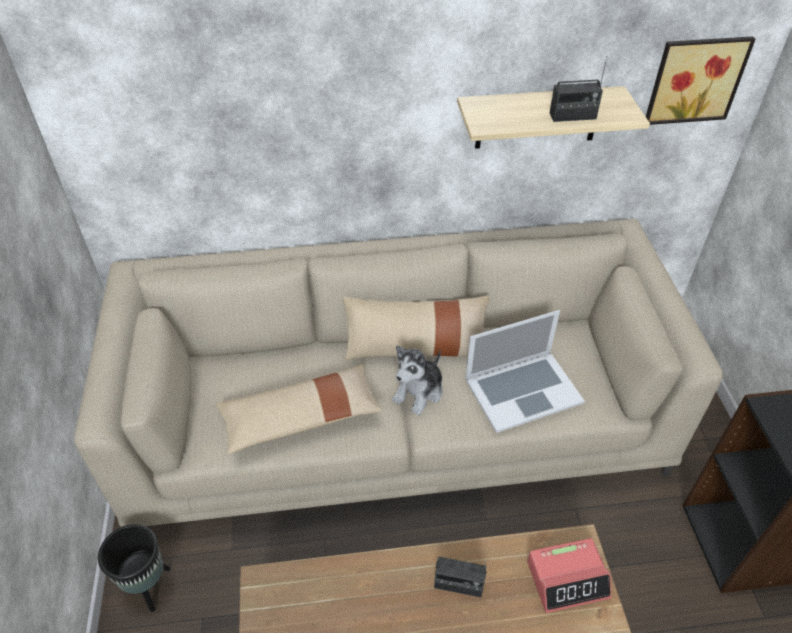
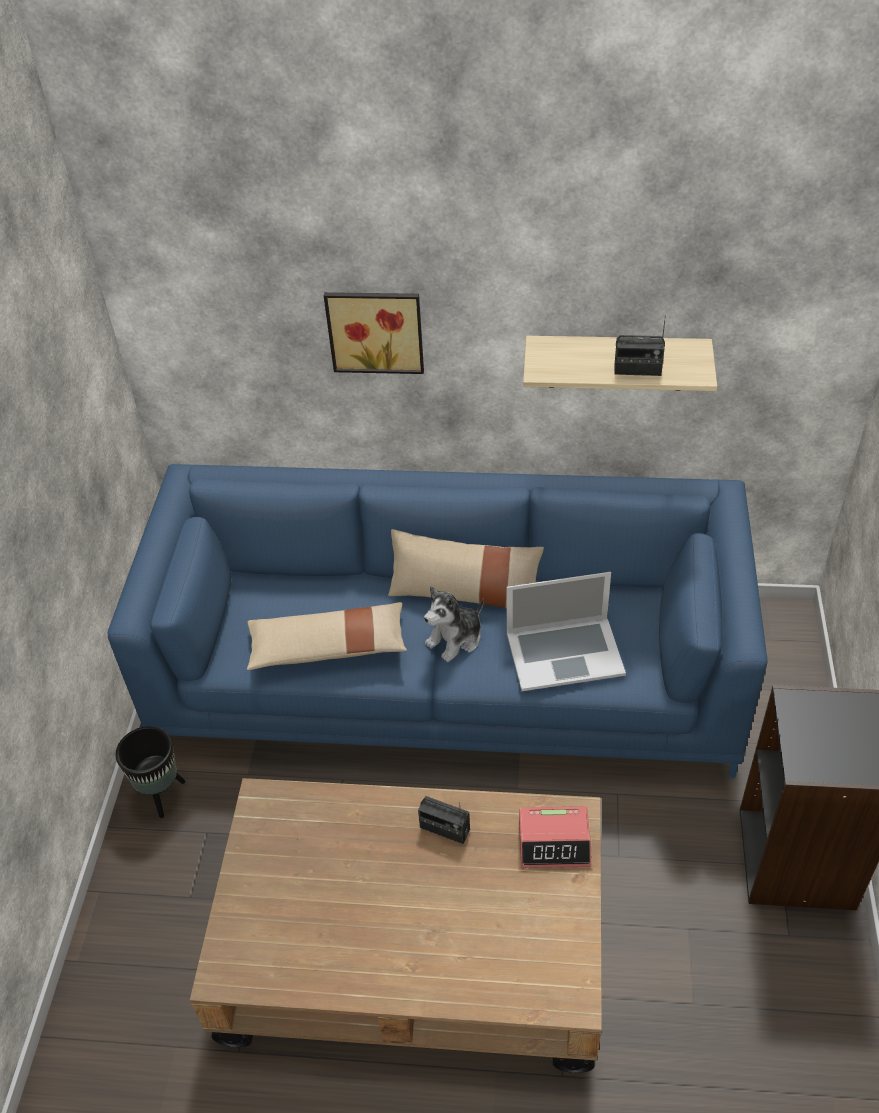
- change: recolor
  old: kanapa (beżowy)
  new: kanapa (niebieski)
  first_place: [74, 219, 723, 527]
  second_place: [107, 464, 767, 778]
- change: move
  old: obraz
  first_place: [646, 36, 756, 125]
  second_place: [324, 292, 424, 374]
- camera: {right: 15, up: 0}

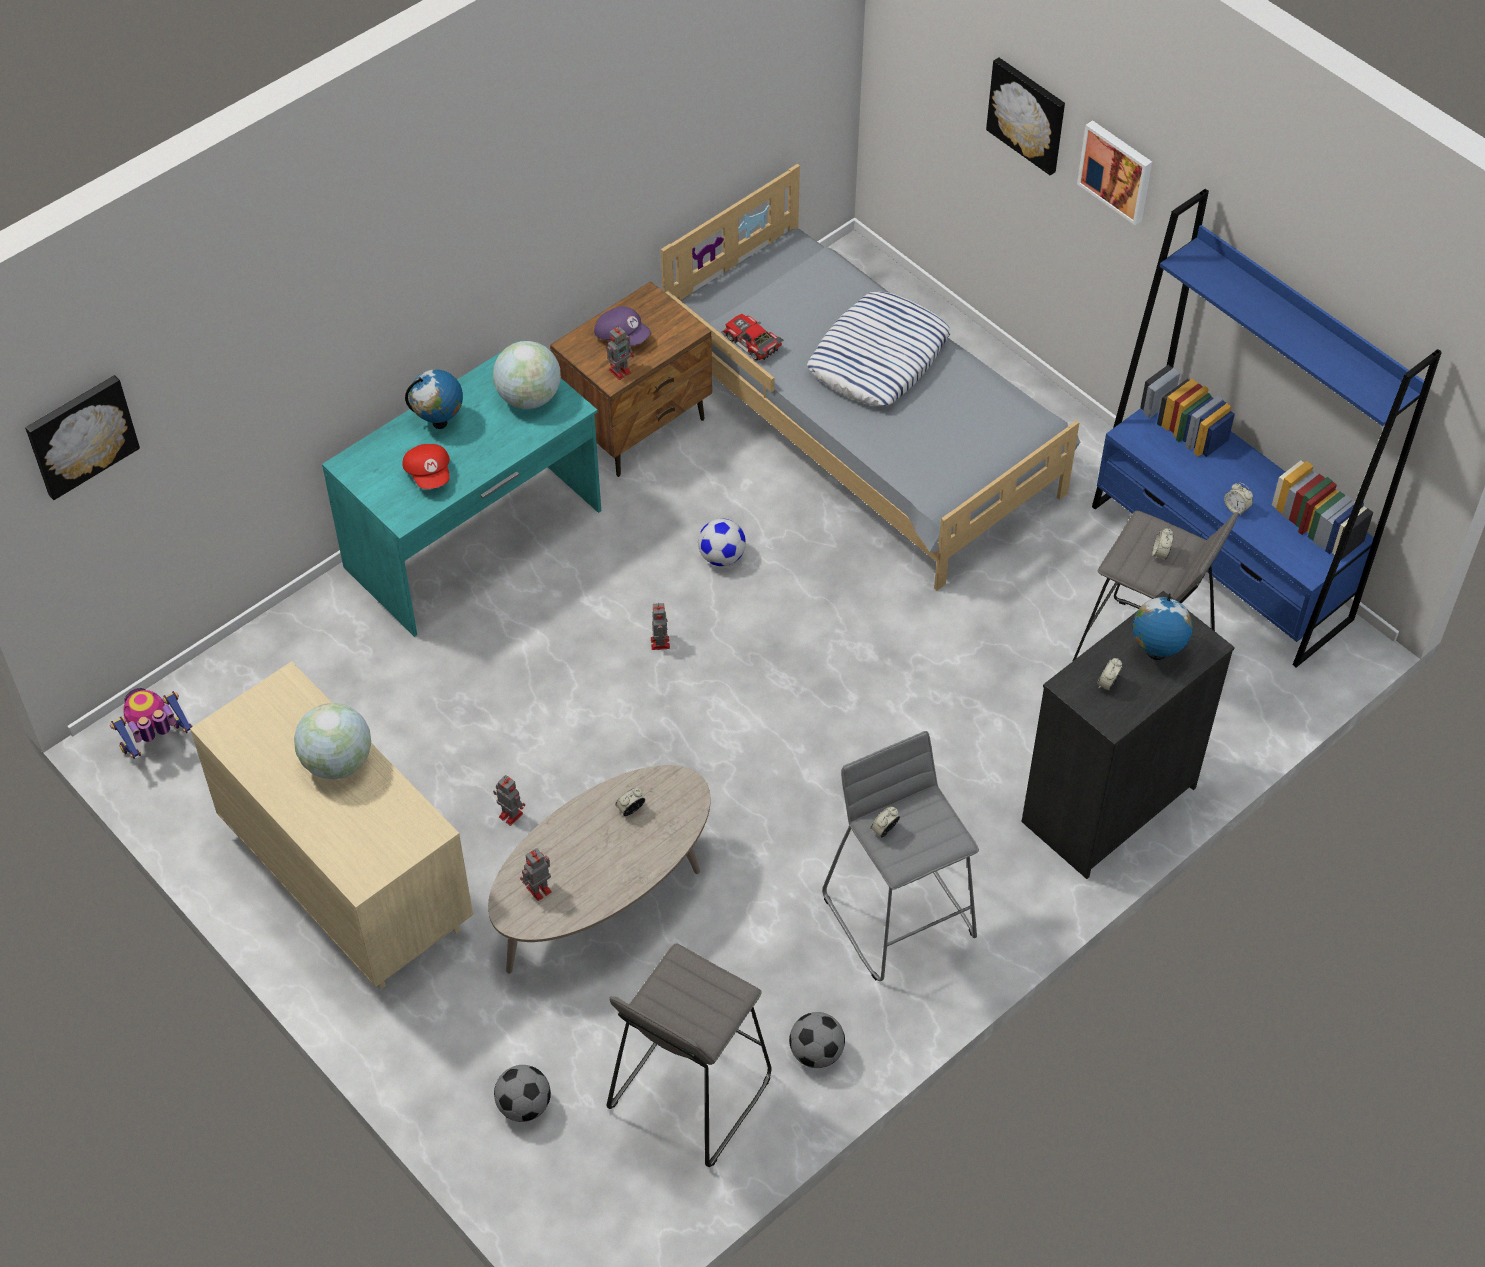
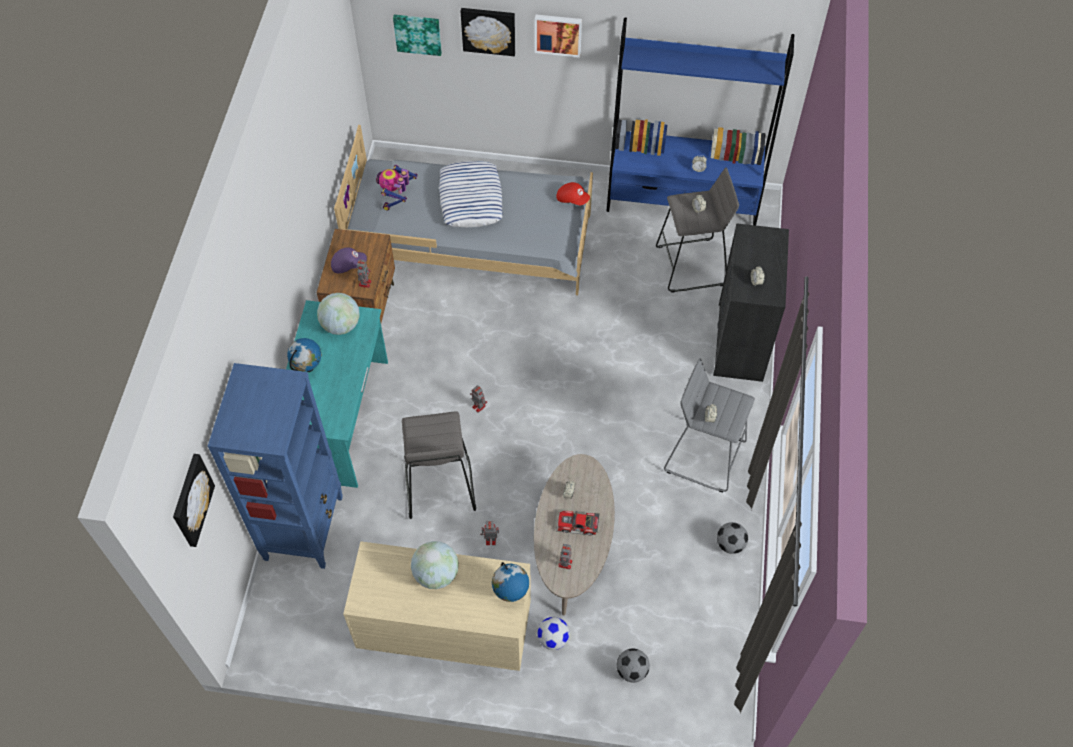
- change: move
  old: robot zabawkowy
  first_place: [110, 688, 193, 759]
  second_place: [376, 165, 418, 211]
- change: move
  old: czapka z daszkiem (czerwony)
  first_place: [402, 444, 450, 489]
  second_place: [556, 182, 590, 205]
- change: move
  old: stołek (szary)
  first_place: [607, 943, 772, 1167]
  second_place: [402, 411, 476, 519]
- change: move
  old: piłka futbolowa
  first_place: [698, 519, 746, 566]
  second_place: [537, 617, 570, 650]
- change: move
  old: samochodzik
  first_place: [721, 314, 783, 360]
  second_place: [556, 511, 599, 535]
- change: move
  old: globus
  first_place: [1133, 593, 1193, 660]
  second_place: [492, 562, 529, 602]
- change: insert
  new: regał (niebieski)
  second_place: [208, 363, 343, 569]
- change: insert
  new: obraz
  second_place: [393, 15, 442, 56]
- camera: {right: -40, up: 5}

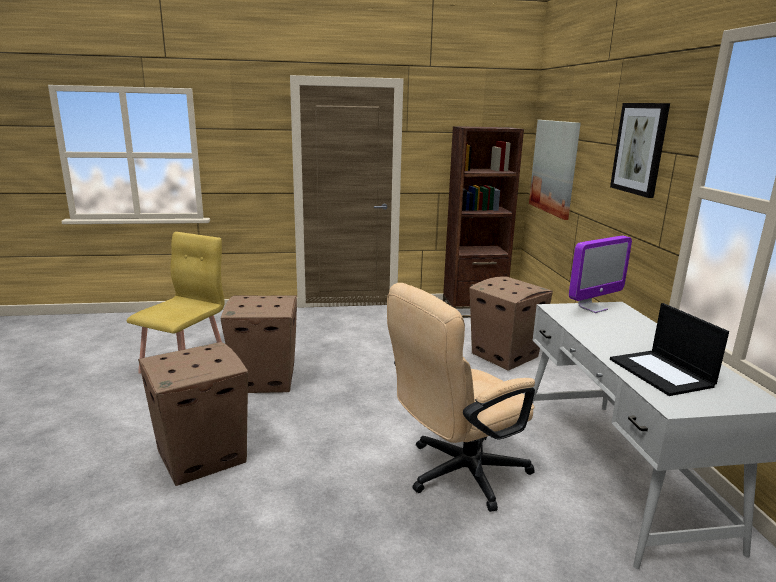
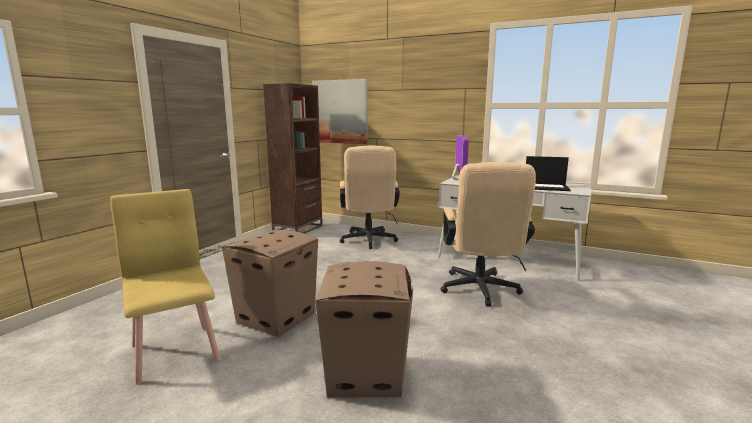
- change: replace
  old: karton
  new: krzesło biurowe (beżowy)
  first_place: [469, 276, 553, 370]
  second_place: [340, 146, 400, 249]
- change: delete
  old: obraz
  first_place: [610, 103, 670, 198]
- camera: {right: -55, up: -5}

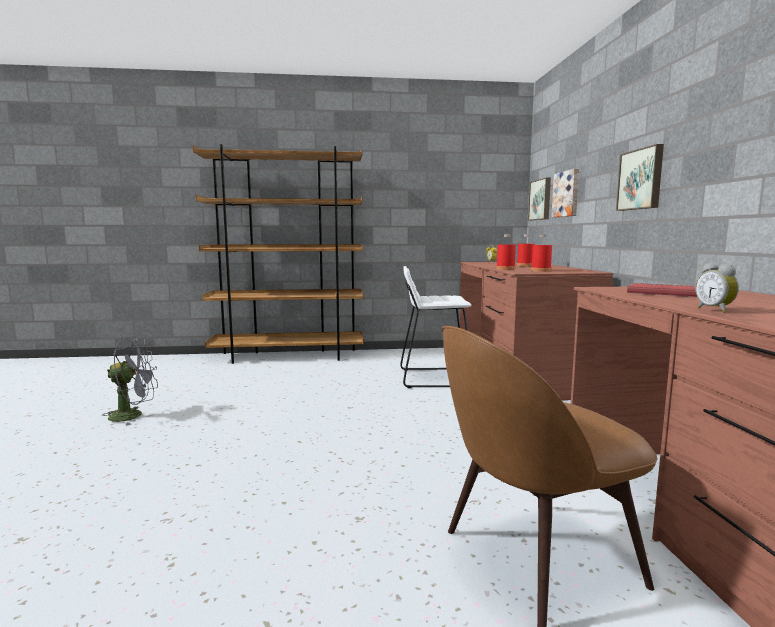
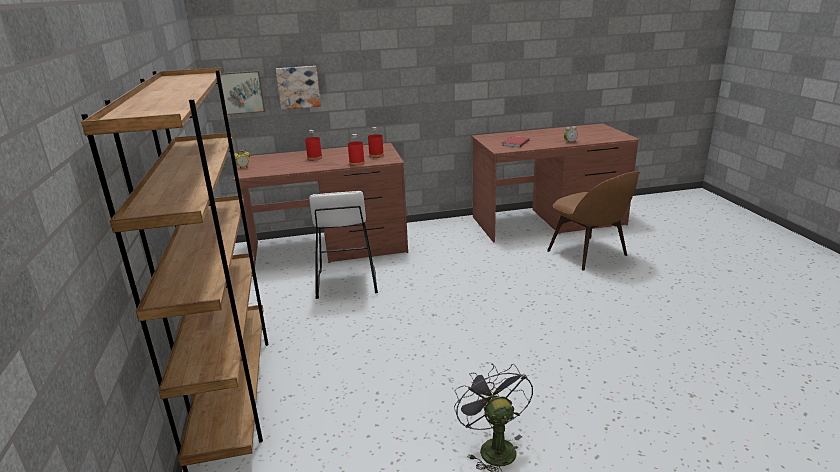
- change: delete
  old: obraz
  first_place: [616, 144, 664, 211]
- camera: {right: -95, up: 15}

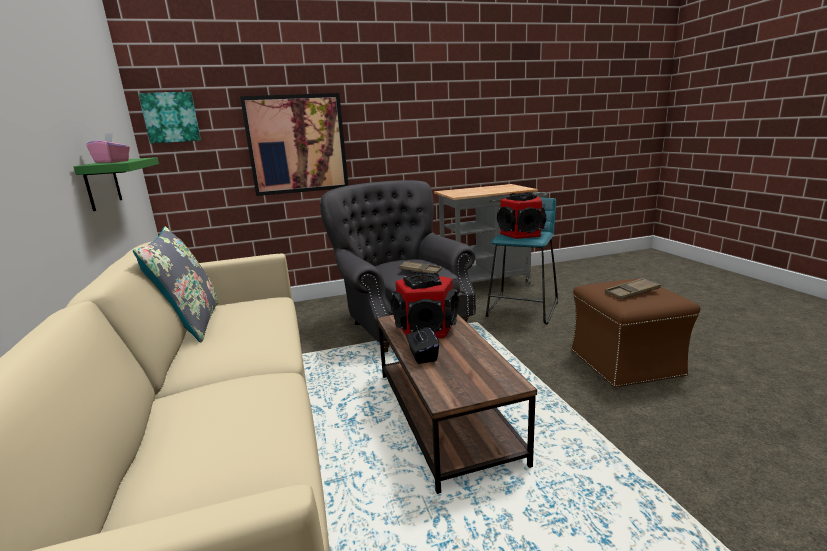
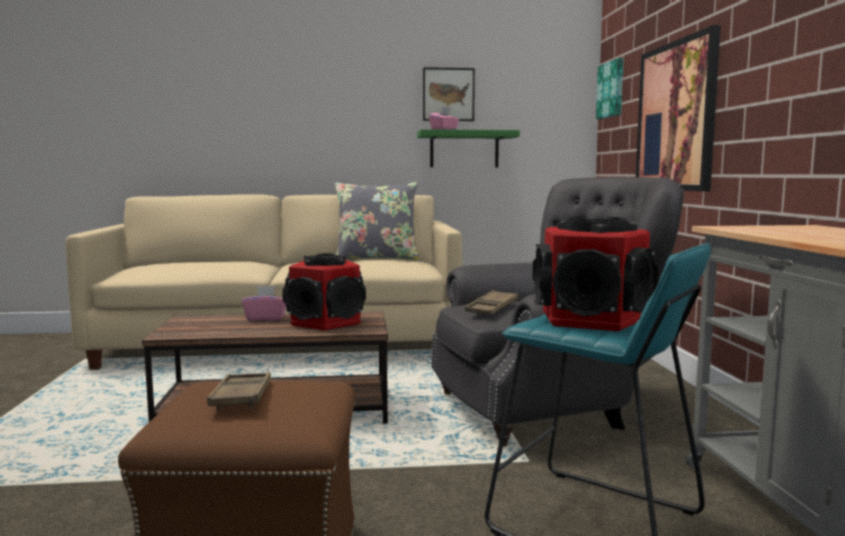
- change: recolor
  old: pudełko chusteczek (czarny)
  new: pudełko chusteczek (różowy)
  first_place: [406, 326, 439, 364]
  second_place: [242, 286, 286, 321]
- change: insert
  new: obraz
  second_place: [423, 67, 475, 121]
- camera: {right: 100, up: -10}

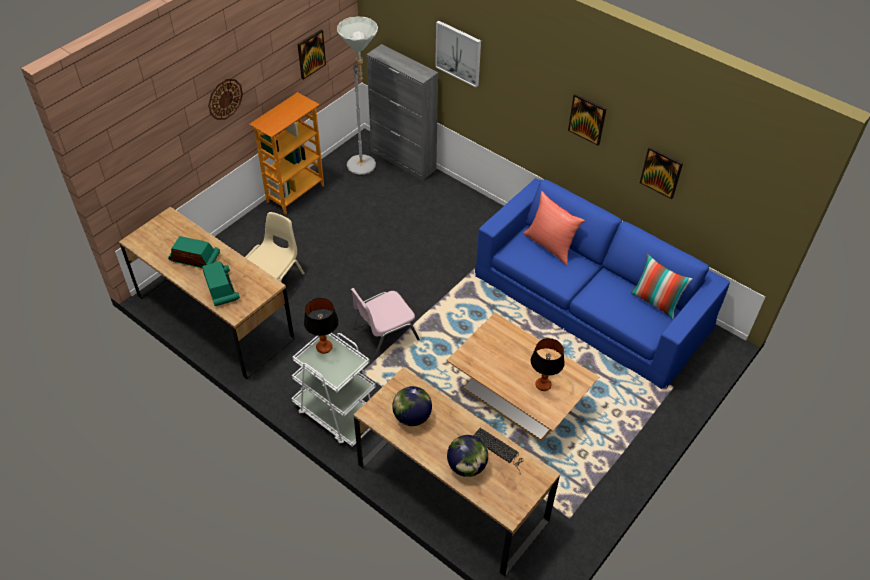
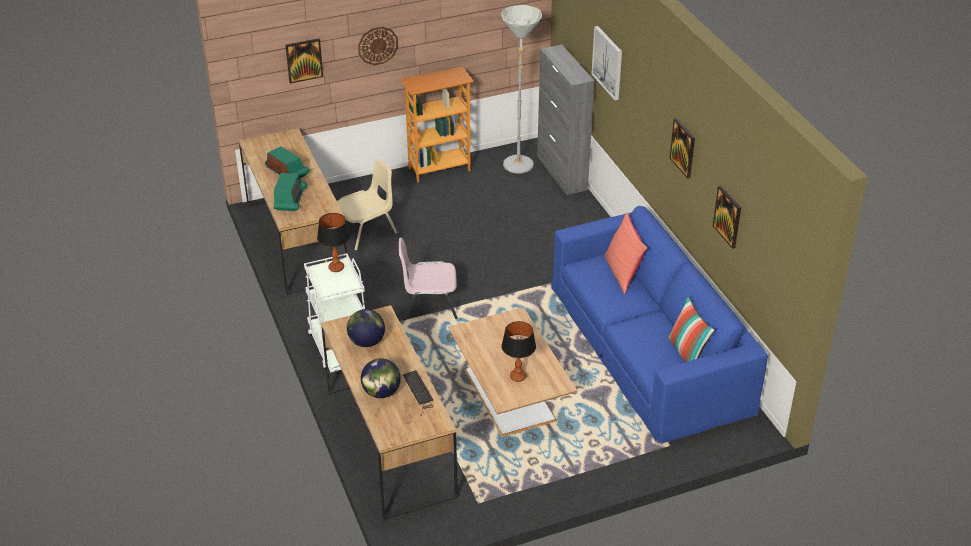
- change: move
  old: obraz
  first_place: [298, 30, 326, 80]
  second_place: [285, 38, 323, 84]
- camera: {right: 30, up: -10}

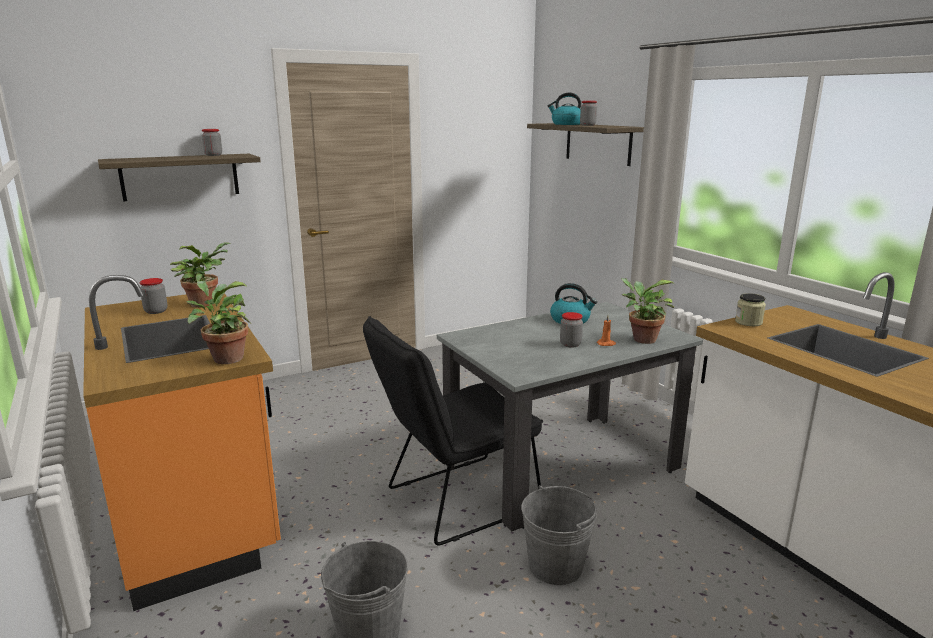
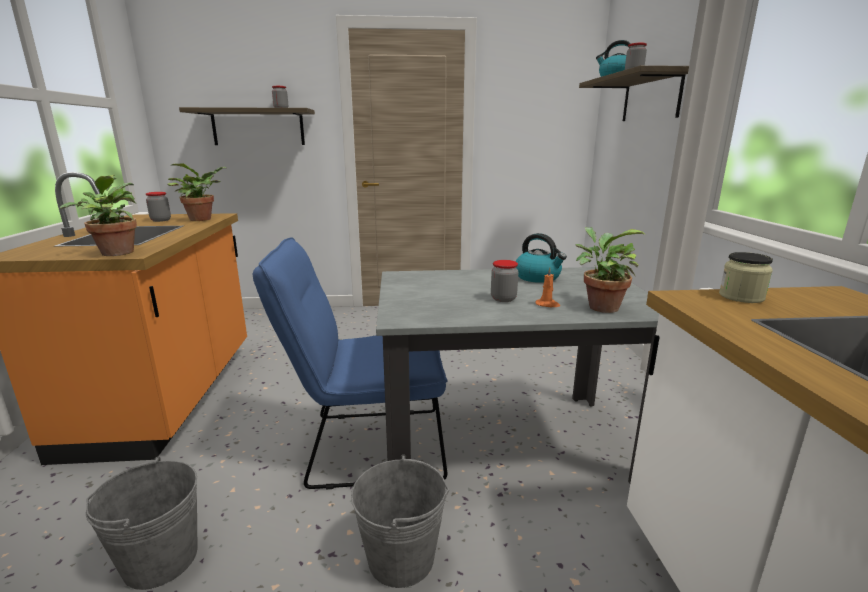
- change: recolor
  old: krzesło (czarny)
  new: krzesło (niebieski)
  first_place: [363, 316, 543, 546]
  second_place: [253, 237, 447, 489]
- camera: {right: 25, up: 0}

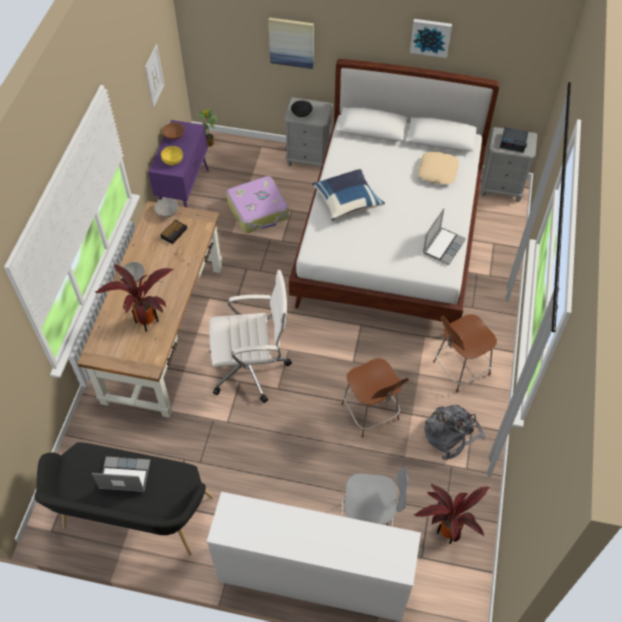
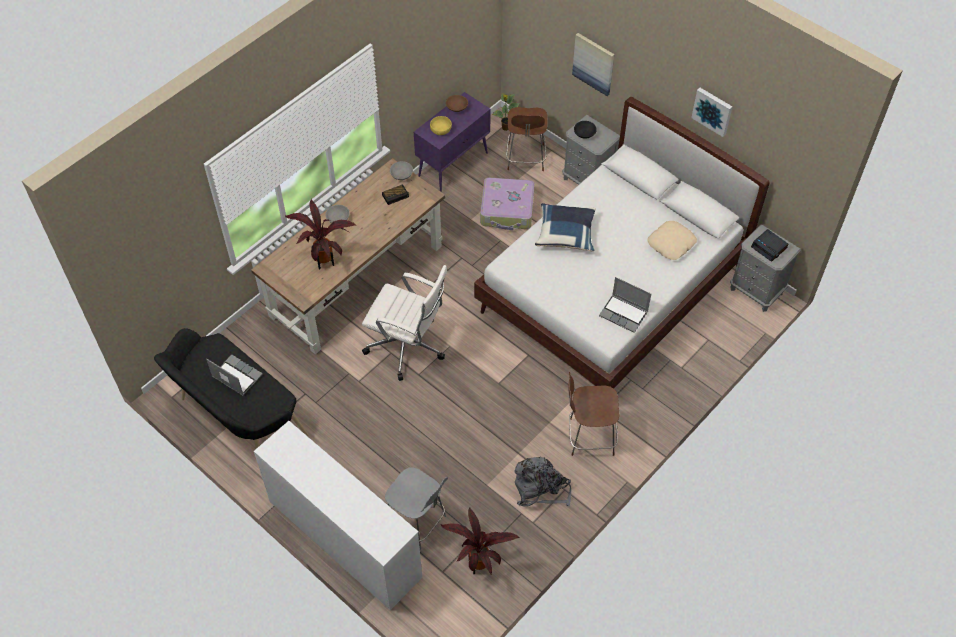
- change: delete
  old: obraz
  first_place: [145, 44, 164, 108]
- change: move
  old: krzesło (brązowy)
  first_place: [341, 358, 409, 438]
  second_place: [506, 107, 548, 171]
- change: rotate
  old: laptop
  first_place: [423, 208, 466, 265]
  second_place: [599, 277, 651, 333]
  degrees: 60
- camera: {right: 30, up: 0}

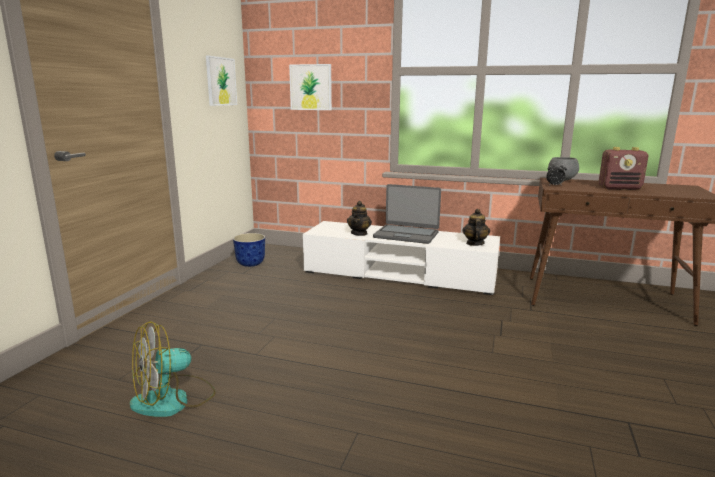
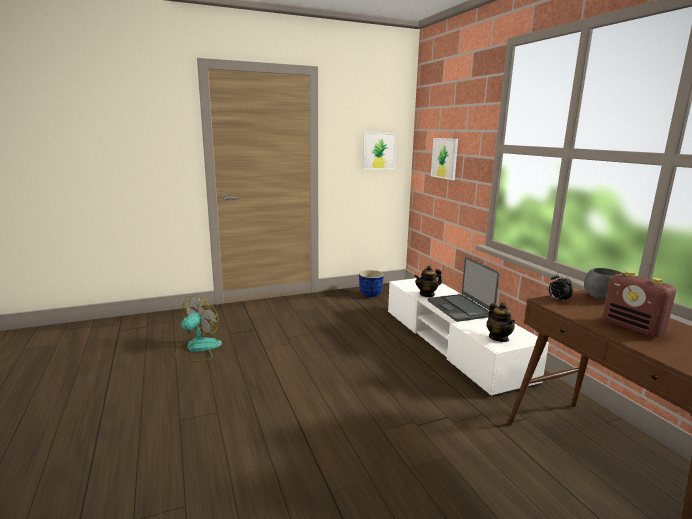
- change: rotate
  old: wentylator
  first_place: [130, 321, 216, 417]
  second_place: [174, 296, 222, 361]
  degrees: 105
- change: rotate
  old: imbryk
  first_place: [463, 209, 490, 246]
  second_place: [487, 302, 515, 342]
  degrees: 105
- camera: {right: 50, up: 0}

